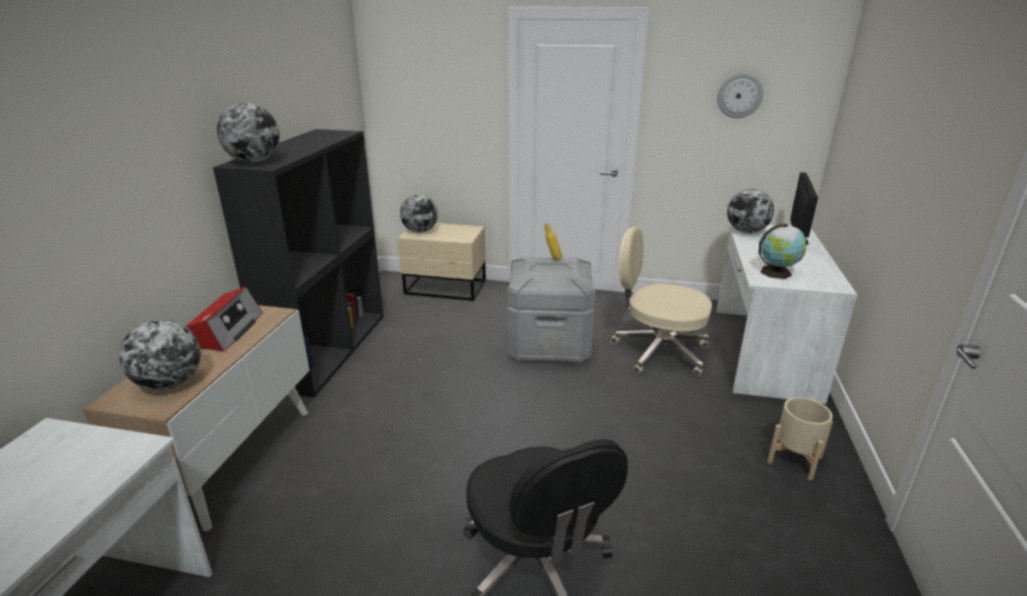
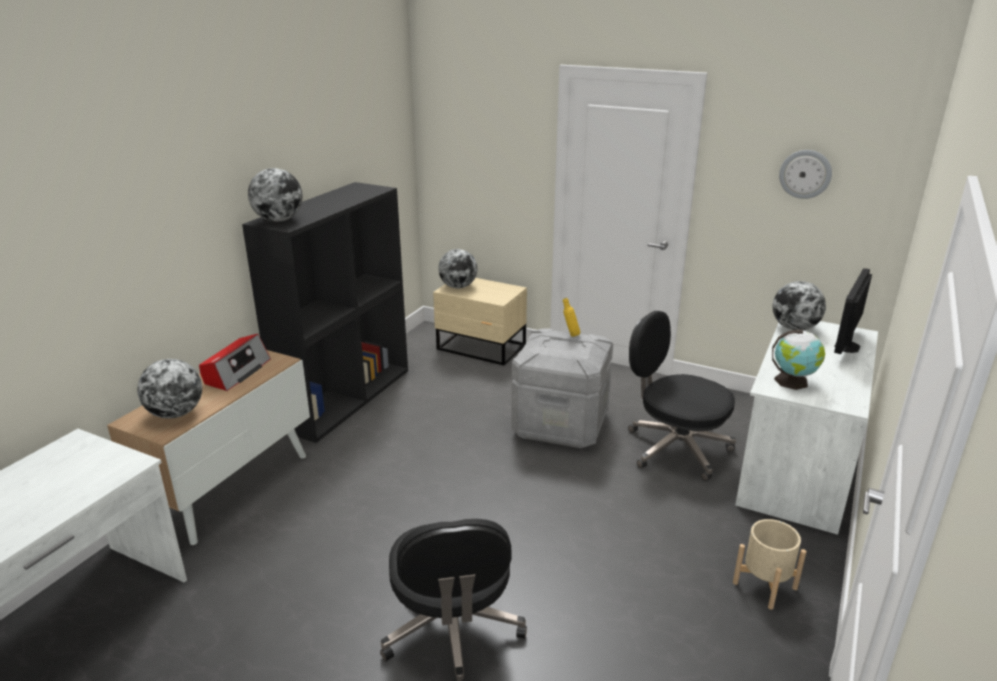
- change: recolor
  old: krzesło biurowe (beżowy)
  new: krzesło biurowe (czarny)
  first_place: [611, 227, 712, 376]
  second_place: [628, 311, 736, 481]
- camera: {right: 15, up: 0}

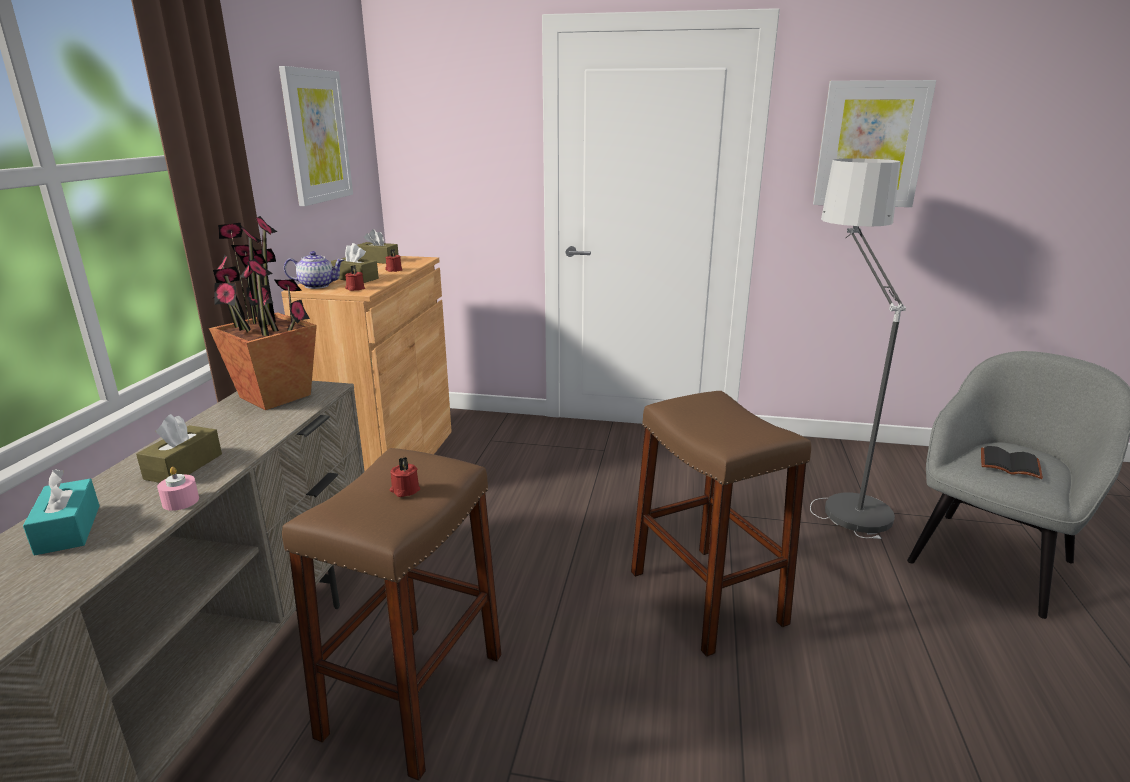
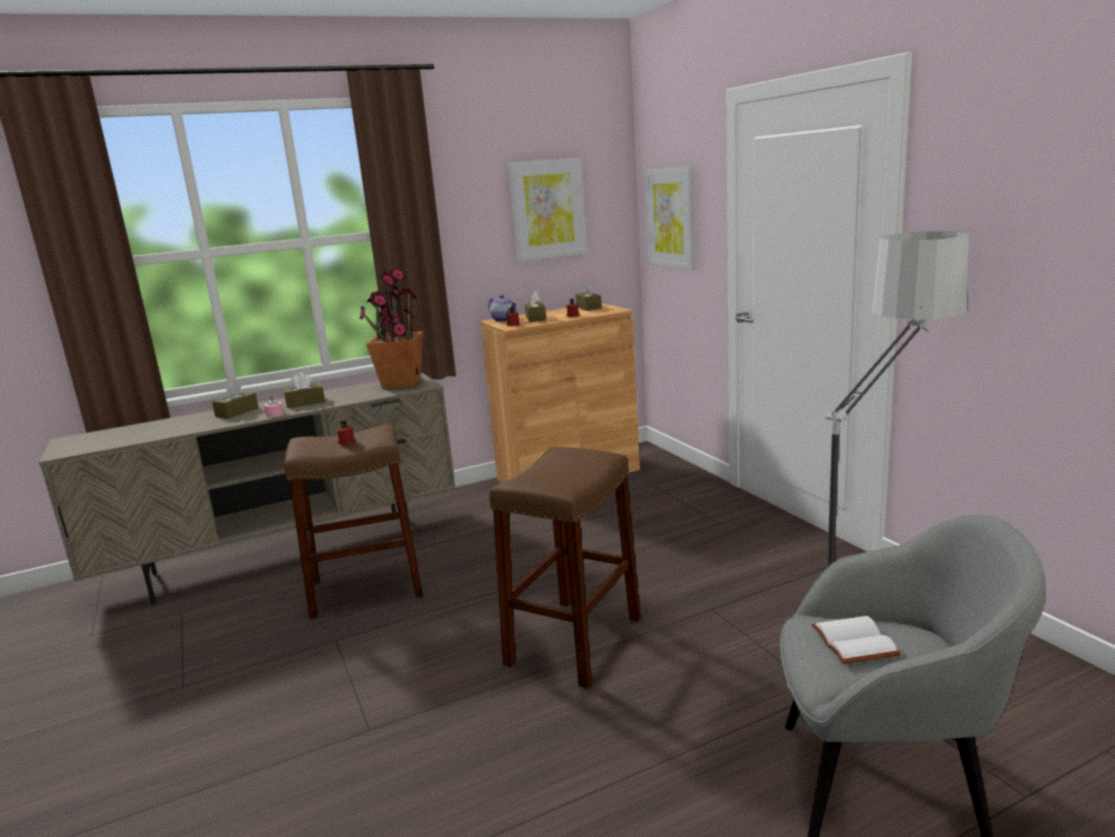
- change: recolor
  old: pudełko chusteczek (turkusowy)
  new: pudełko chusteczek (brązowy)
  first_place: [23, 469, 99, 555]
  second_place: [212, 382, 259, 419]
- change: move
  old: obraz
  first_place: [813, 80, 936, 207]
  second_place: [645, 167, 695, 270]
- change: recolor
  old: książka (czarny)
  new: książka (biały)
  first_place: [981, 446, 1043, 479]
  second_place: [812, 616, 901, 664]
- camera: {right: 55, up: -5}

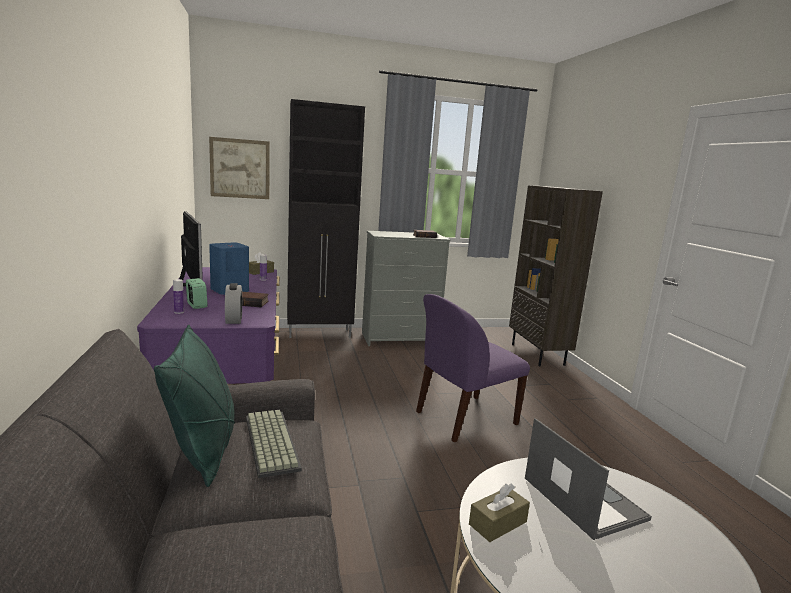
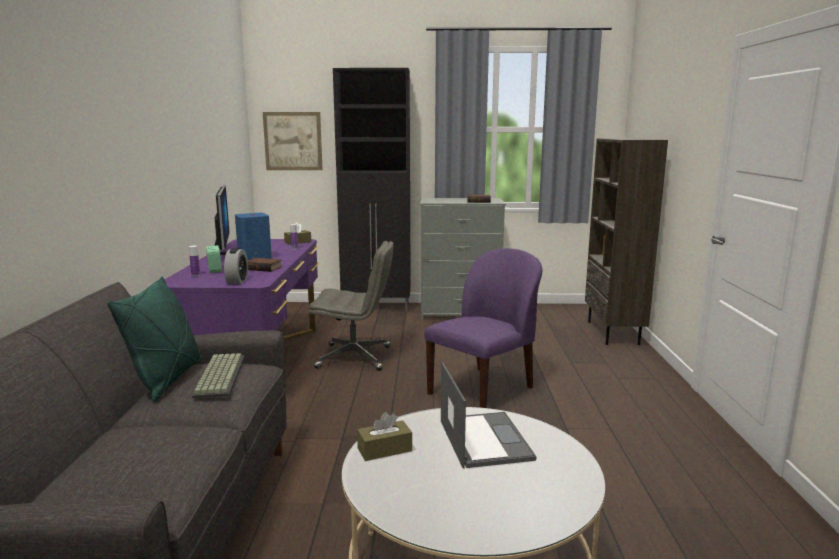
- change: rotate
  old: krzesło (fioletowy)
  first_place: [416, 294, 530, 442]
  second_place: [424, 248, 542, 408]
  degrees: 150
- change: insert
  new: krzesło biurowe (szary)
  second_place: [309, 241, 393, 371]
- camera: {right: 15, up: 0}

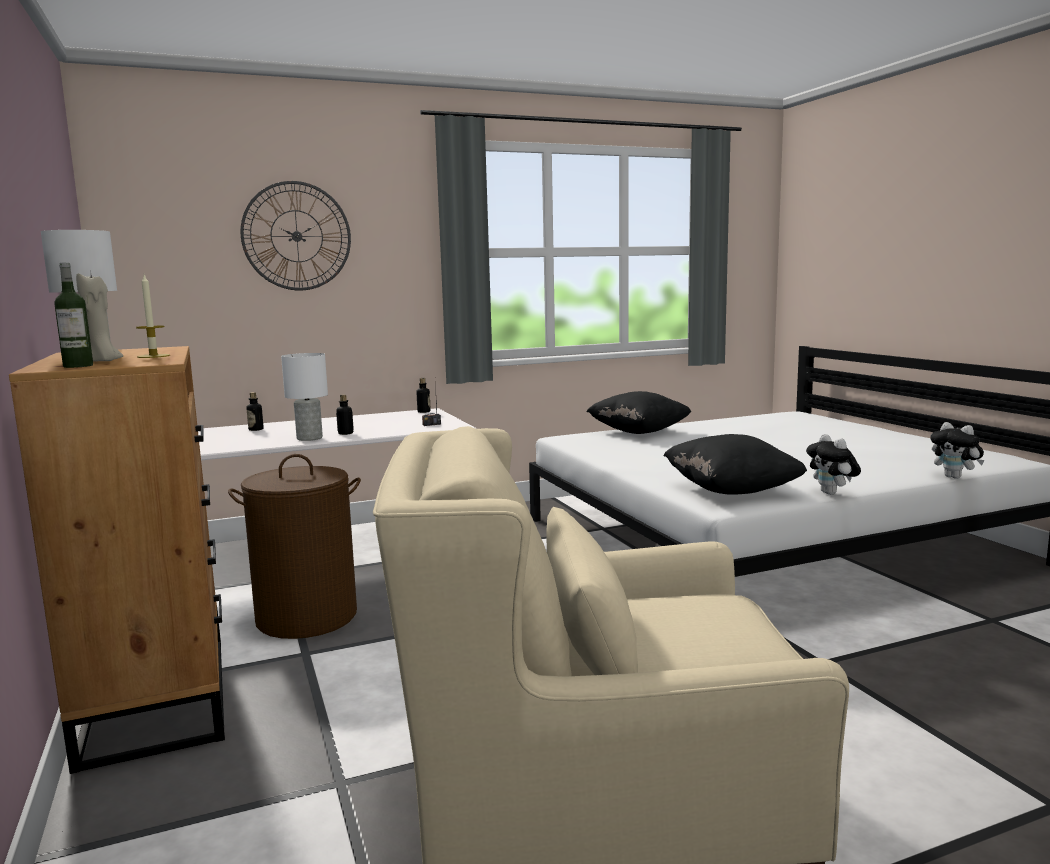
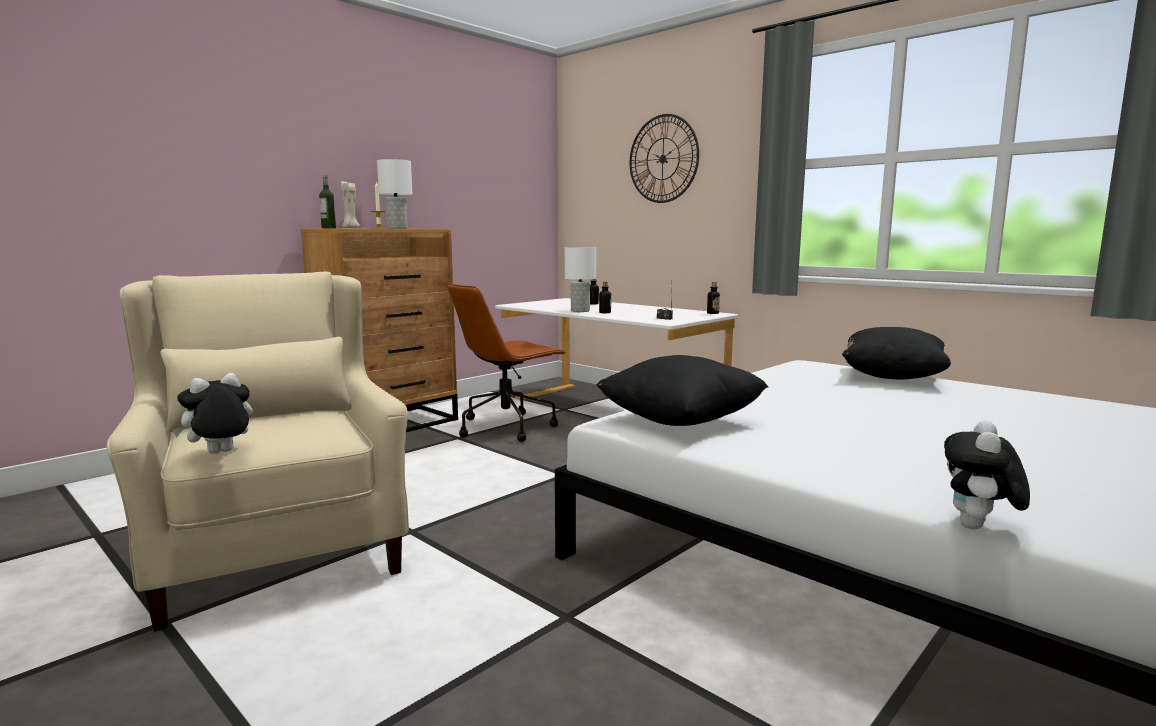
- change: replace
  old: kosz na pranie (brązowy)
  new: krzesło biurowe (brązowy)
  first_place: [228, 454, 361, 639]
  second_place: [448, 284, 566, 442]
- change: move
  old: pluszak
  first_place: [806, 434, 861, 495]
  second_place: [172, 373, 253, 454]
- camera: {right: 65, up: 0}

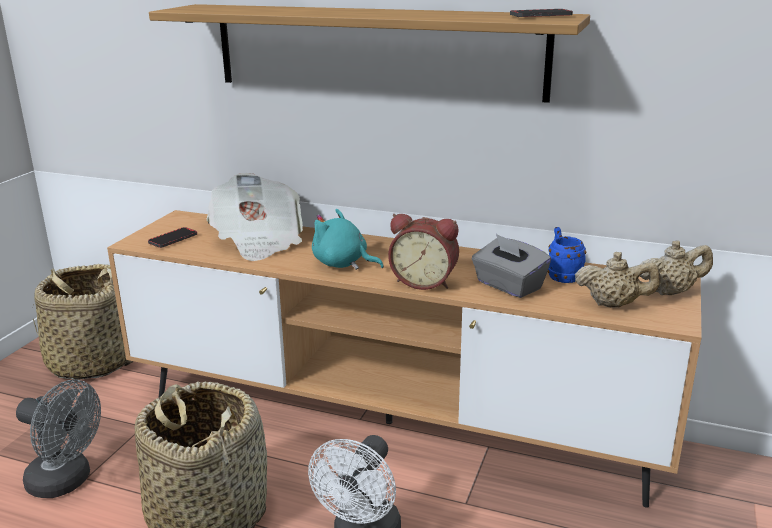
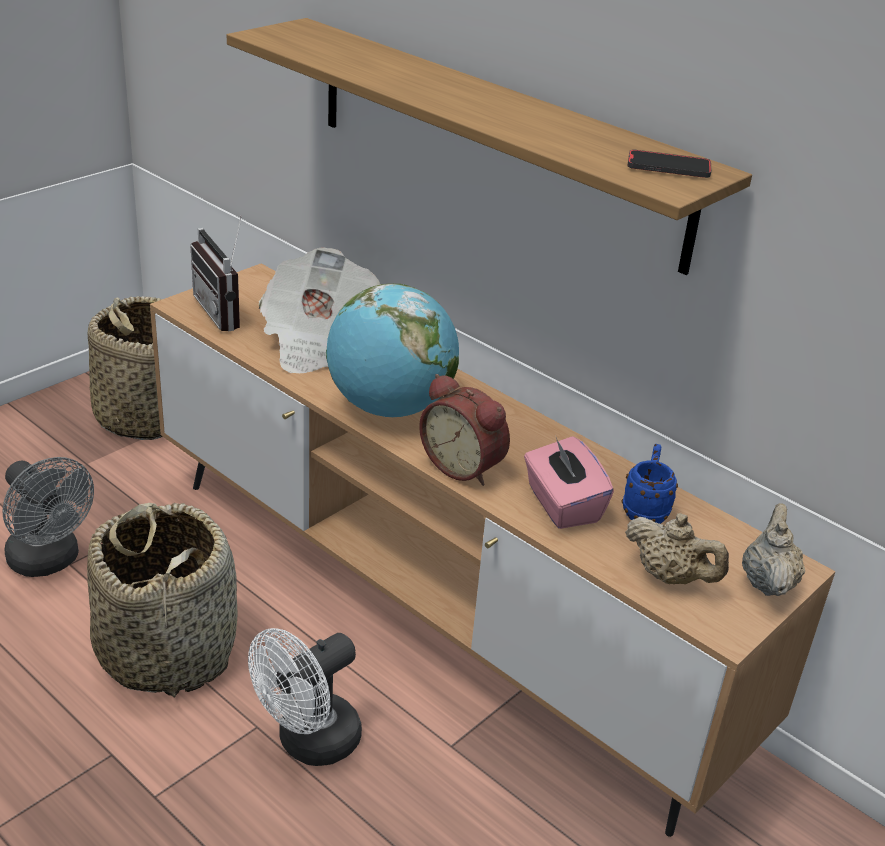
- change: replace
  old: telefon
  new: radio
  first_place: [148, 227, 197, 248]
  second_place: [190, 216, 242, 332]
- change: replace
  old: pluszak (turkusowy)
  new: globus
  first_place: [312, 209, 384, 270]
  second_place: [326, 284, 459, 417]
- change: recolor
  old: pudełko chusteczek (szary)
  new: pudełko chusteczek (różowy)
  first_place: [472, 234, 551, 298]
  second_place: [524, 436, 614, 529]
- change: rotate
  old: imbryk (beżowy)
  first_place: [639, 240, 713, 295]
  second_place: [742, 503, 805, 596]
  degrees: -90
- camera: {right: 20, up: 10}

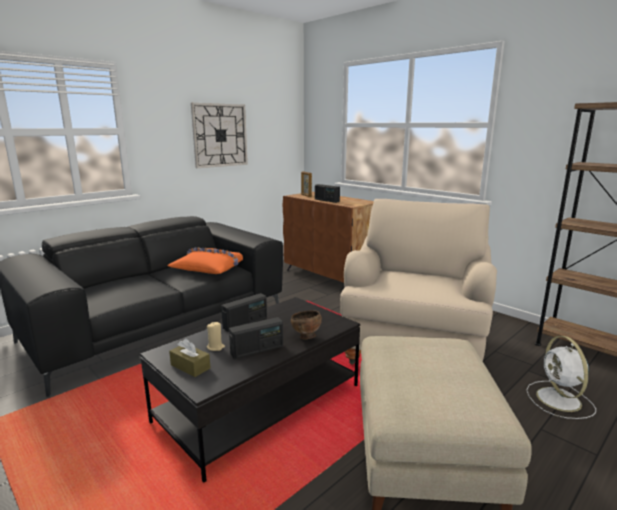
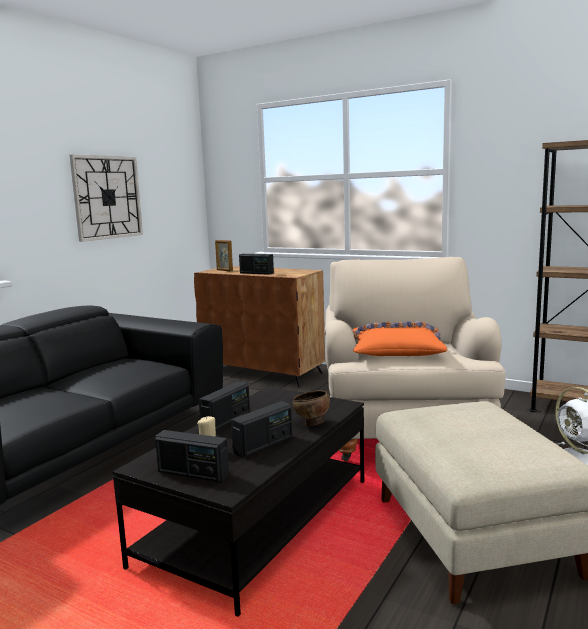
- change: move
  old: poduszka (pomarańczowy)
  first_place: [167, 247, 243, 274]
  second_place: [353, 321, 447, 356]
- change: replace
  old: pudełko chusteczek (brązowy)
  new: radio
  first_place: [169, 338, 211, 377]
  second_place: [155, 430, 229, 482]
- camera: {right: -15, up: -5}

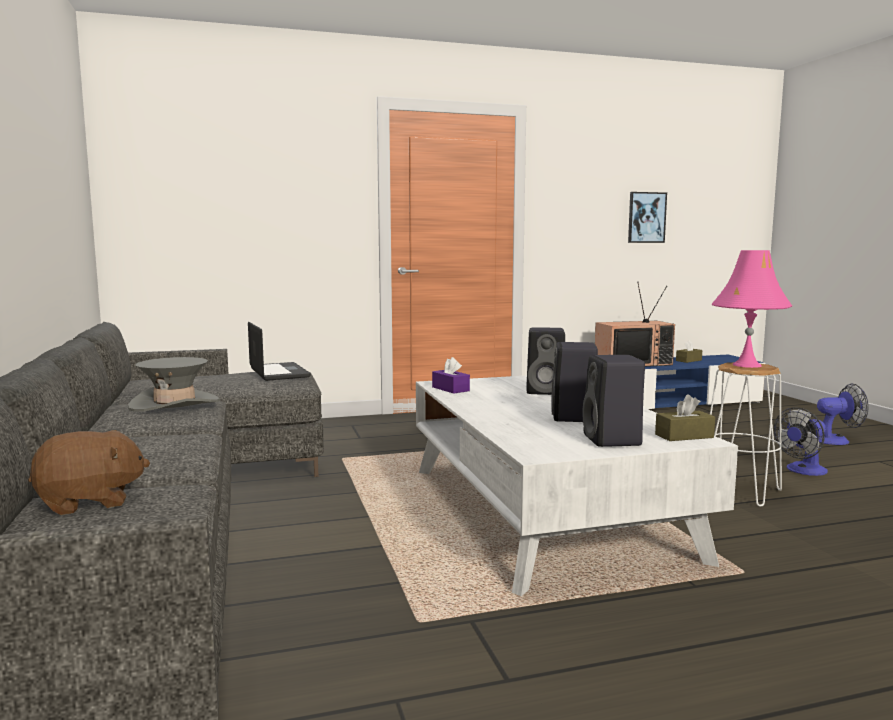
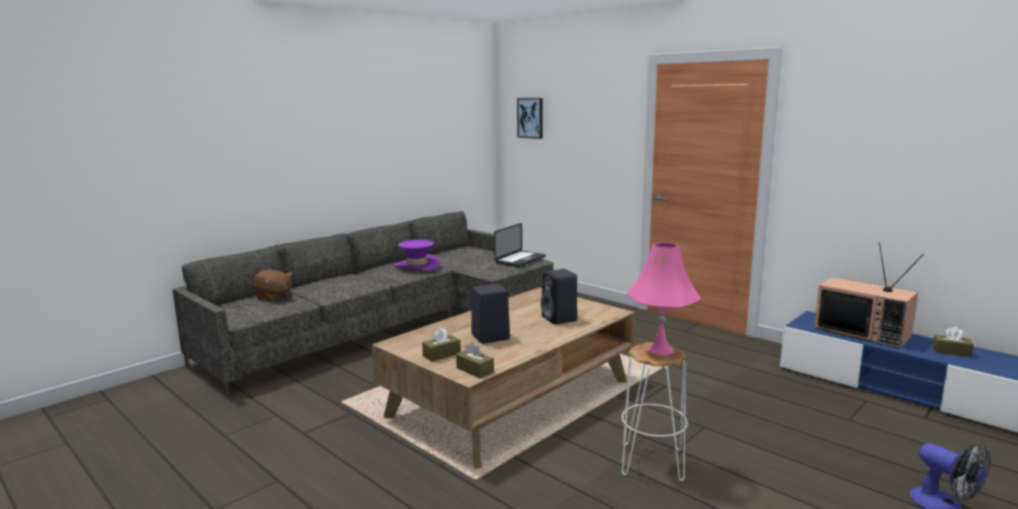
- change: recolor
  old: kapelusz (szary)
  new: kapelusz (fioletowy)
  first_place: [128, 357, 220, 412]
  second_place: [394, 240, 440, 270]
- change: recolor
  old: ława (biały)
  new: ława (brązowy)
  first_place: [416, 375, 738, 596]
  second_place: [372, 287, 635, 469]
- change: delete
  old: pudełko chusteczek (fioletowy)
  first_place: [432, 357, 470, 394]
- change: replace
  old: głośnik (czarny)
  new: pudełko chusteczek (brązowy)
  first_place: [582, 355, 645, 447]
  second_place: [422, 327, 461, 362]
- change: move
  old: obraz
  first_place: [628, 192, 667, 243]
  second_place: [517, 98, 543, 139]
- change: delete
  old: wentylator
  first_place: [774, 407, 828, 476]
- camera: {right: 60, up: 5}

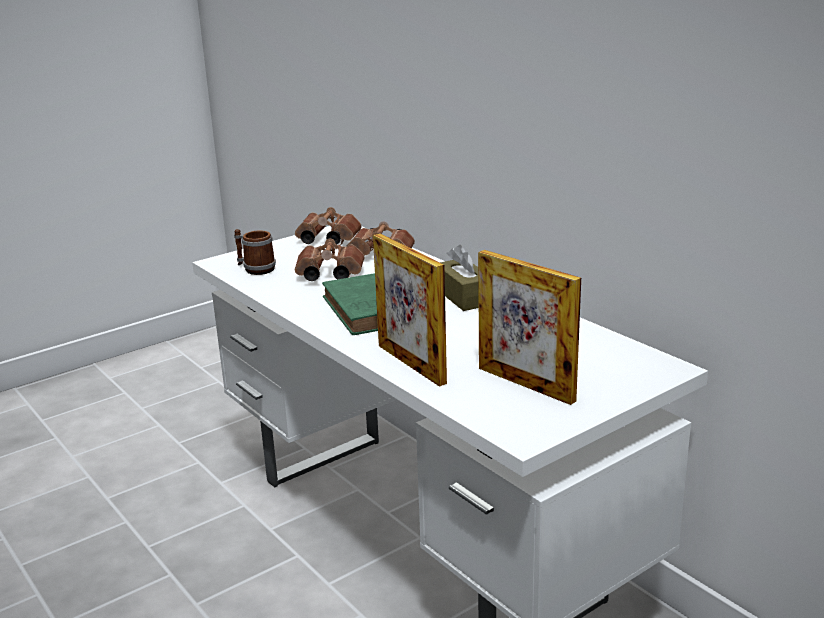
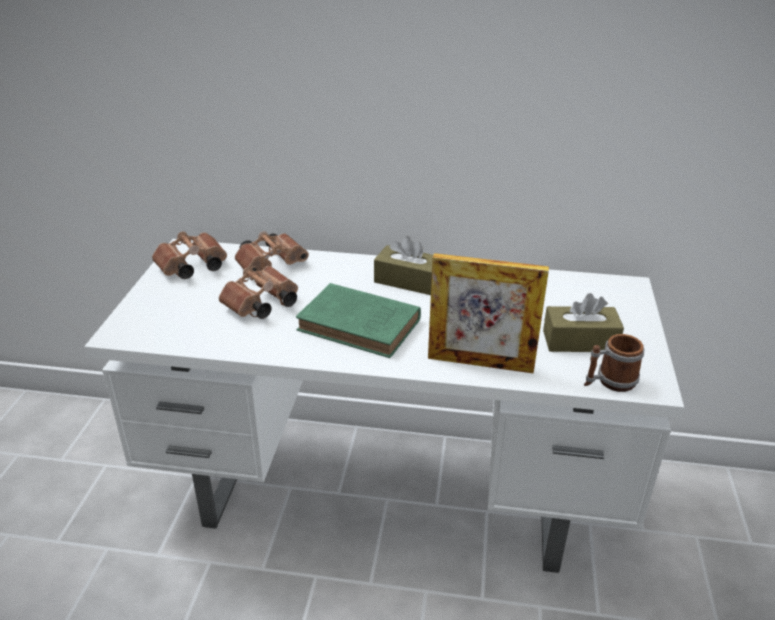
- change: move
  old: kubek
  first_place: [234, 229, 276, 275]
  second_place: [584, 334, 645, 392]
- change: replace
  old: ramka na zdjęcie
  new: pudełko chusteczek (brązowy)
  first_place: [478, 250, 581, 405]
  second_place: [543, 293, 624, 352]
- camera: {right: -45, up: 10}

